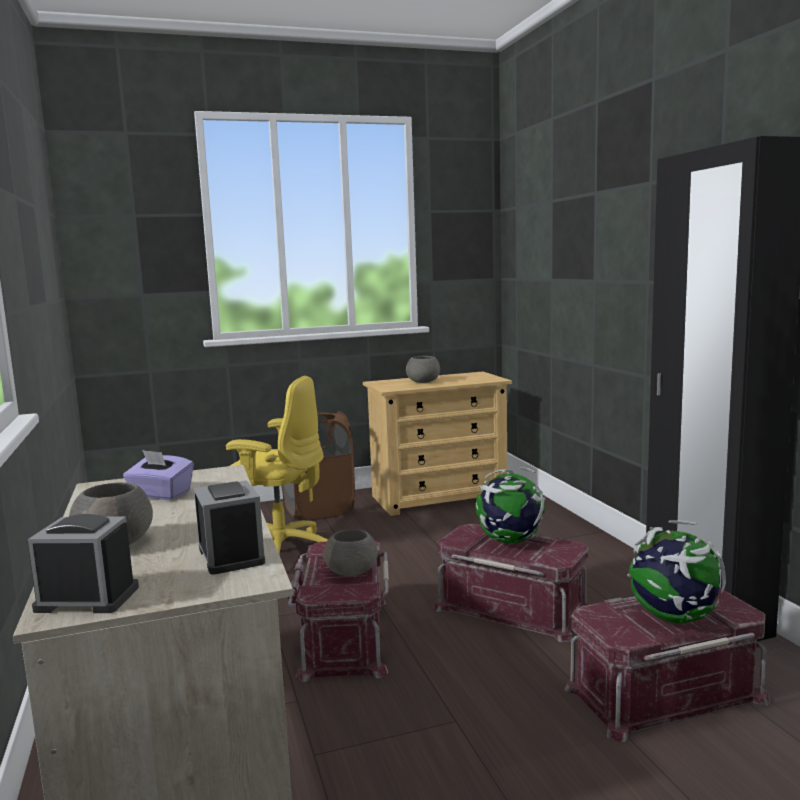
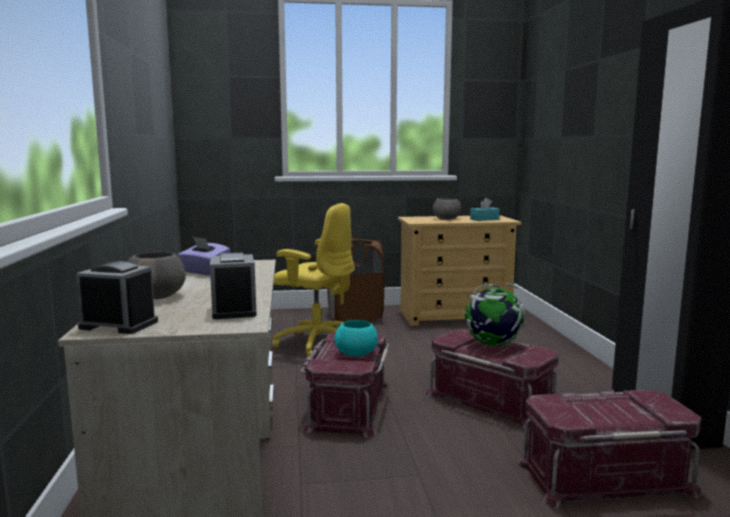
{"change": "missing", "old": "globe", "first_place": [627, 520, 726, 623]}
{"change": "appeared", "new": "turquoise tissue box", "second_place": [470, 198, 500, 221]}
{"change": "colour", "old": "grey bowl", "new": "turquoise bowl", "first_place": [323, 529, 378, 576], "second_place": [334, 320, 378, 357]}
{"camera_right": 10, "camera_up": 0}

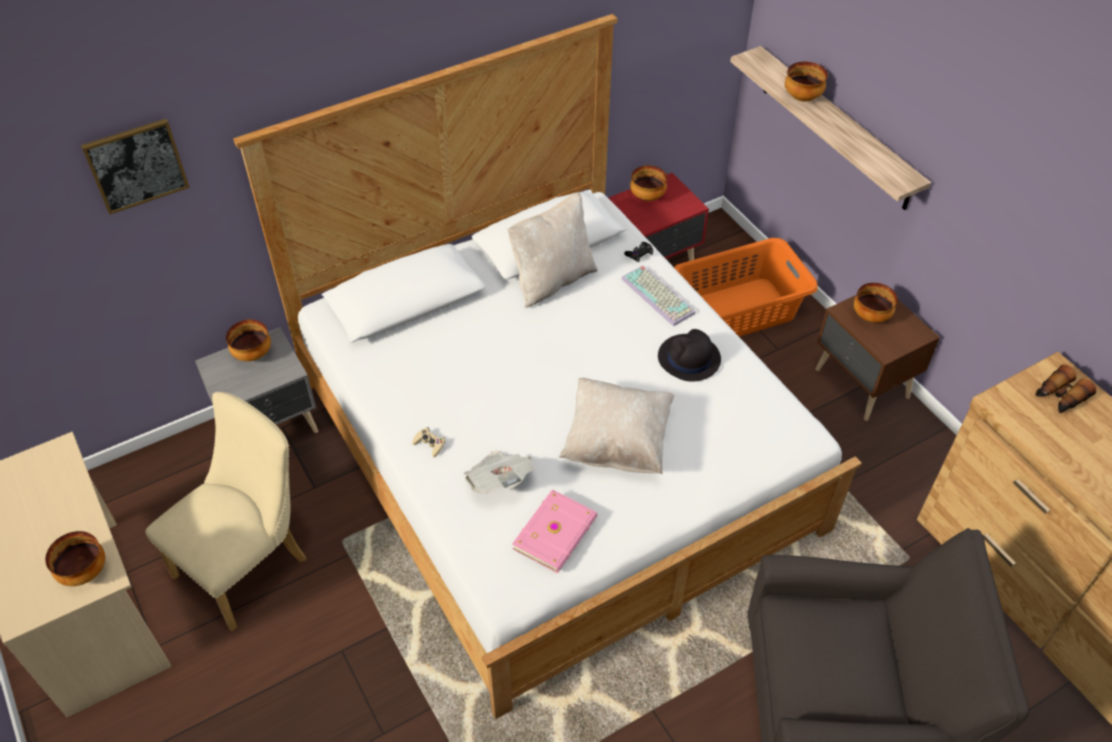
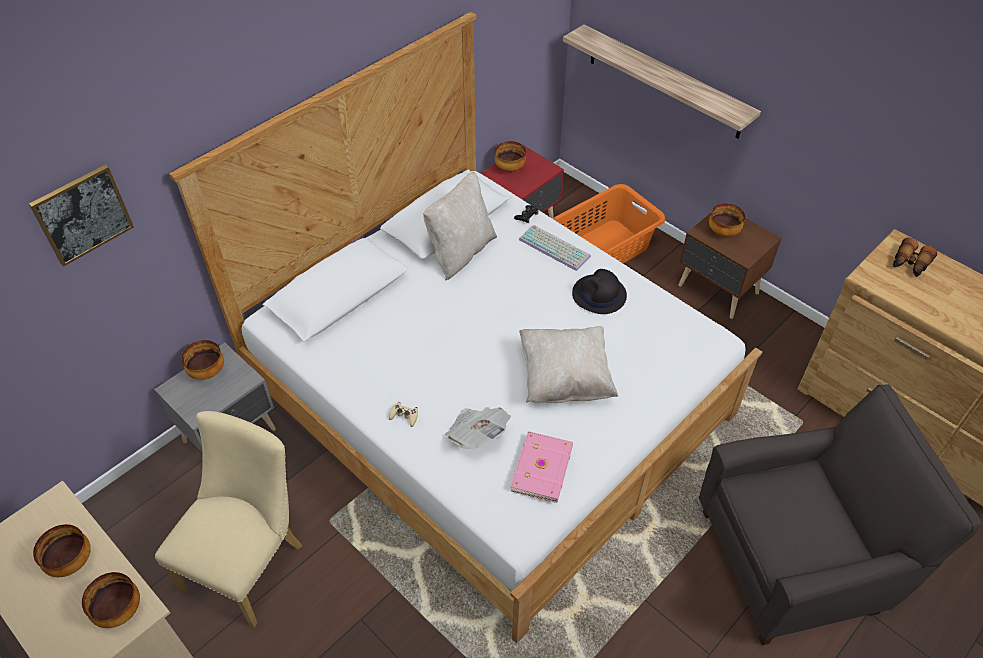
{"change": "relocated", "old": "bowl", "first_place": [785, 61, 828, 101], "second_place": [33, 524, 91, 577]}
{"camera_right": -15, "camera_up": 0}

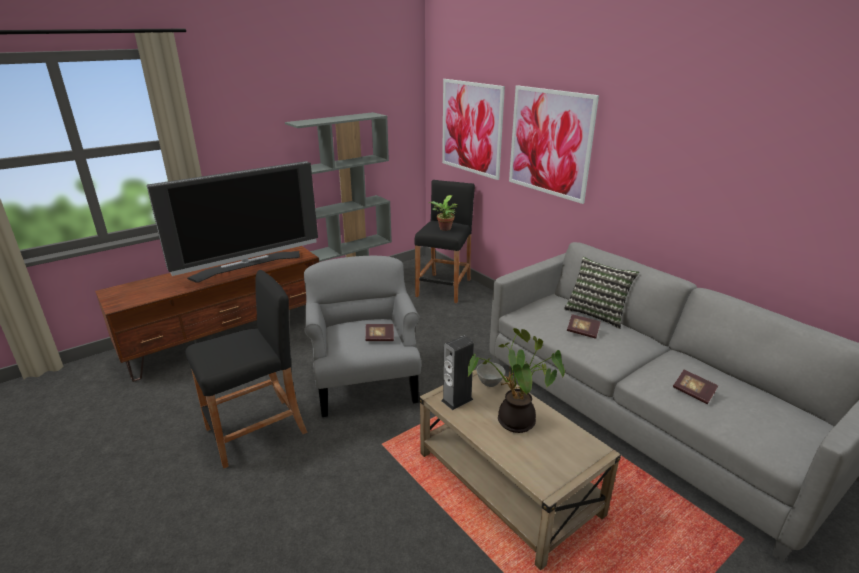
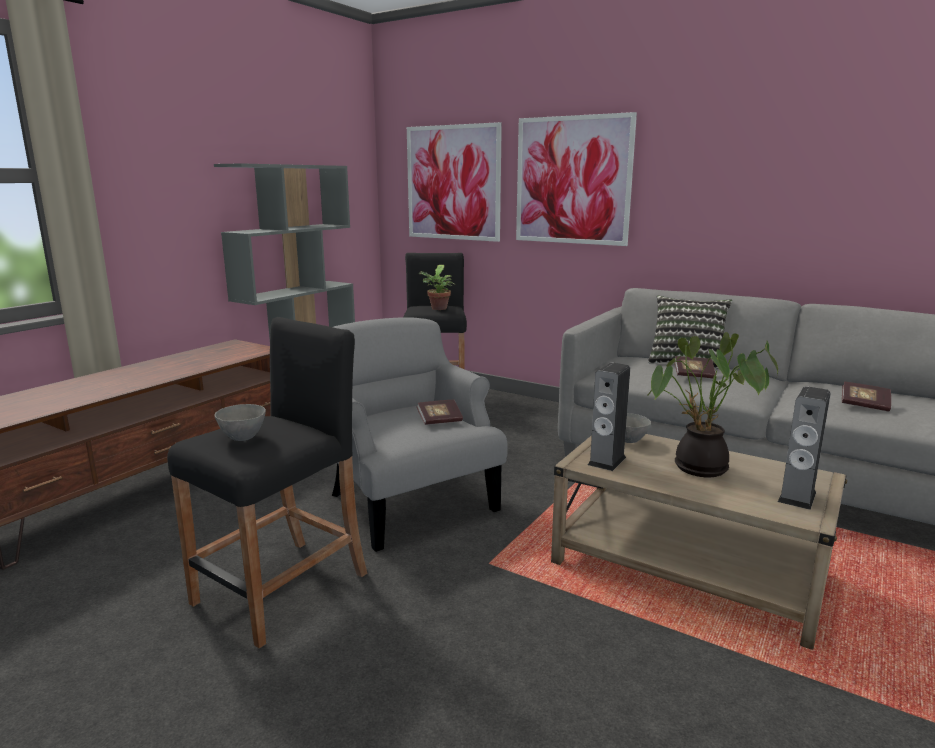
{"change": "missing", "old": "television", "first_place": [147, 161, 318, 283]}
{"change": "appeared", "new": "grey bowl", "second_place": [215, 404, 266, 441]}
{"change": "appeared", "new": "speaker", "second_place": [778, 386, 831, 510]}
{"camera_right": -20, "camera_up": -10}

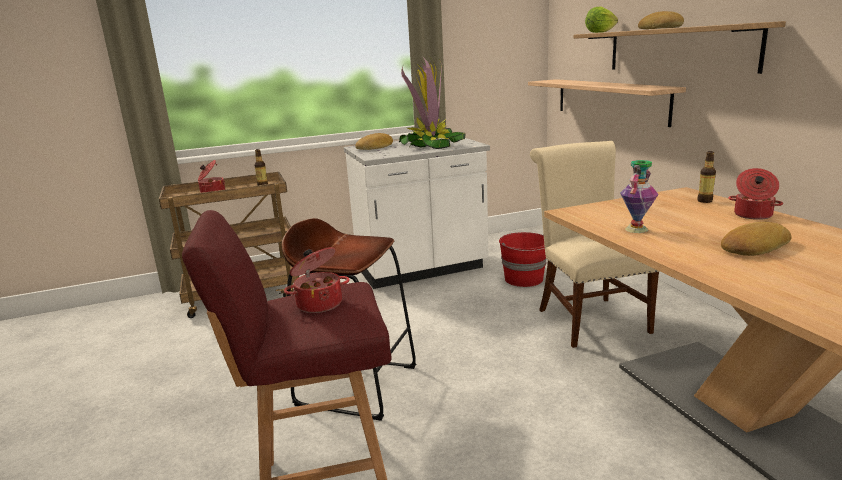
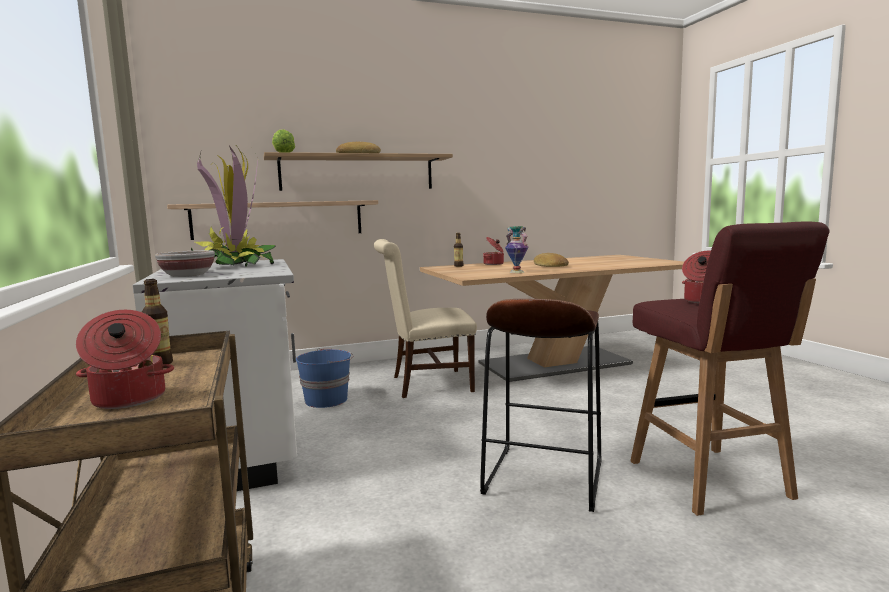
{"change": "exchanged", "old": "bread", "new": "bowl", "first_place": [355, 133, 393, 150], "second_place": [155, 250, 215, 277]}
{"change": "colour", "old": "red bucket", "new": "blue bucket", "first_place": [499, 232, 547, 287], "second_place": [296, 349, 353, 408]}
{"camera_right": -90, "camera_up": -10}

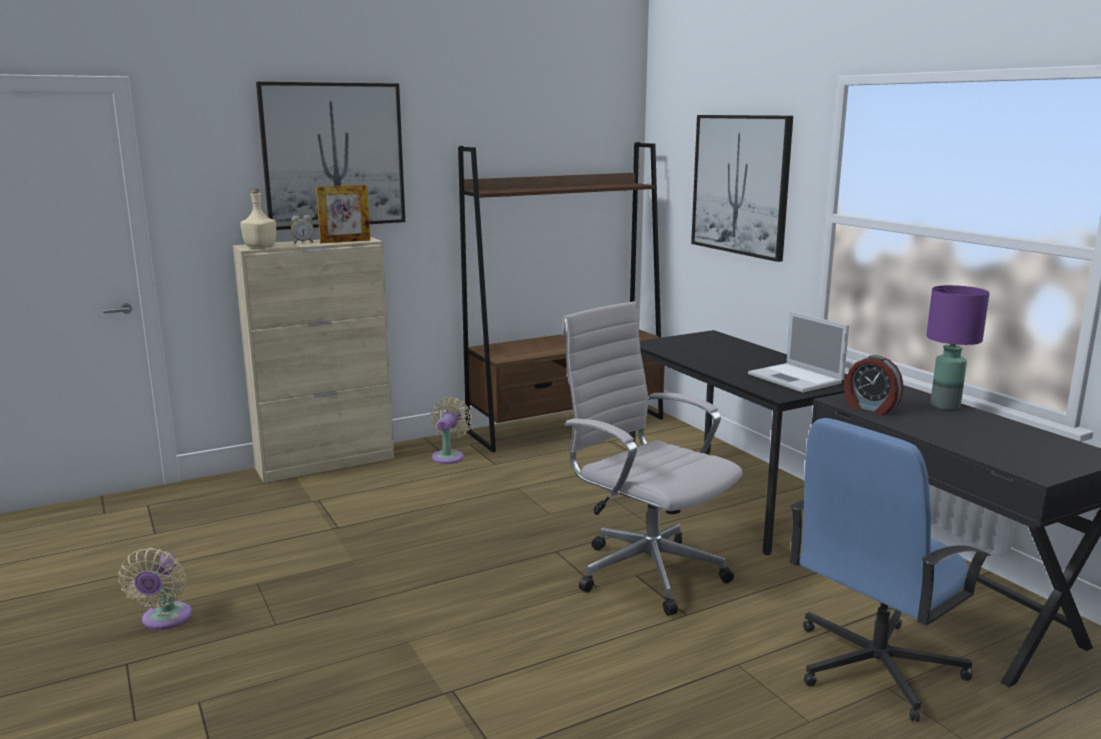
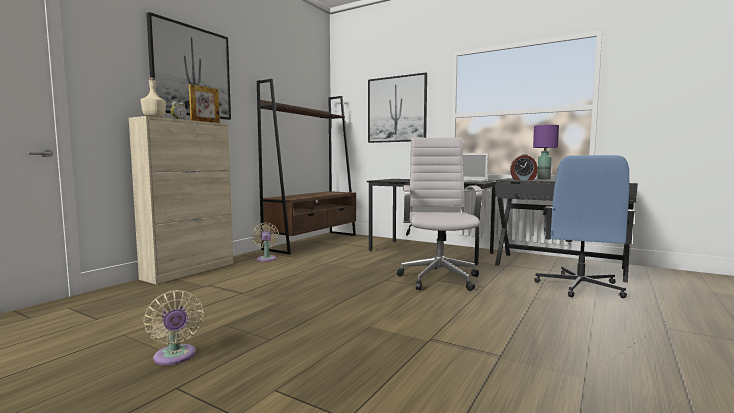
{"change": "spun", "old": "white office chair", "first_place": [562, 301, 743, 616], "second_place": [397, 137, 482, 291], "degrees": 75}
{"camera_right": -30, "camera_up": -10}

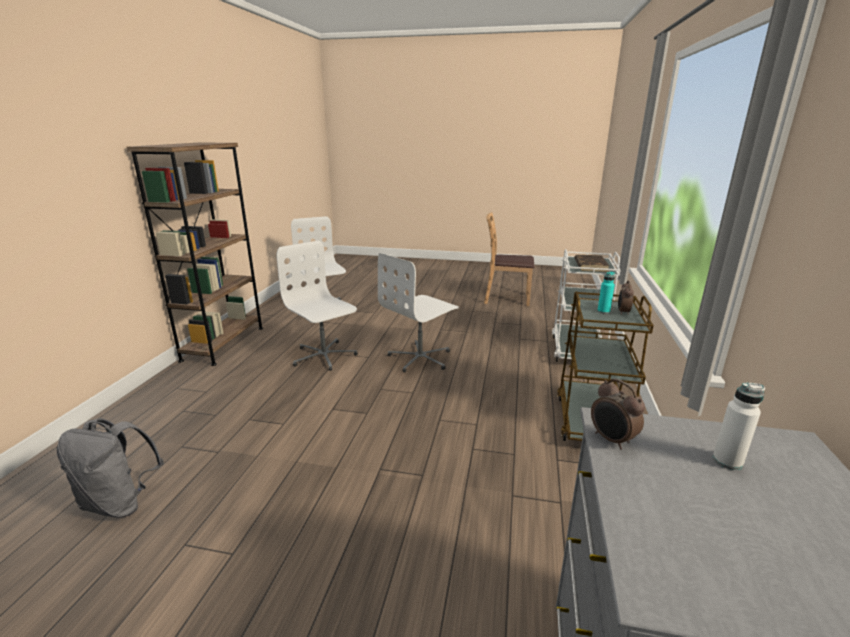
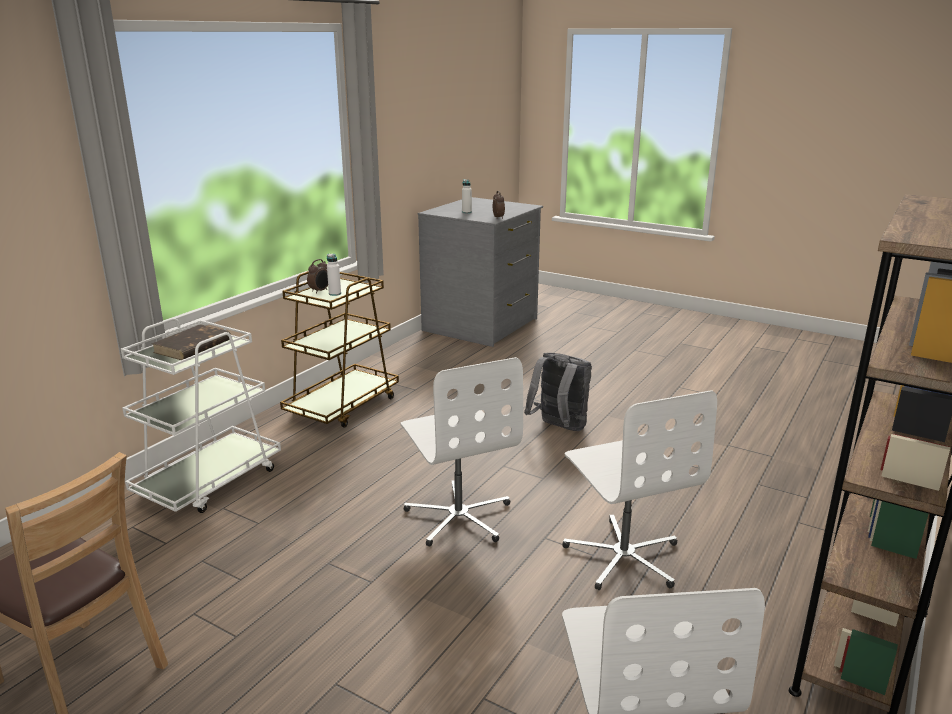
{"change": "relocated", "old": "grey backpack", "first_place": [57, 418, 164, 518], "second_place": [524, 353, 592, 431]}
{"change": "colour", "old": "turquoise bottle", "new": "white bottle", "first_place": [597, 272, 615, 314], "second_place": [327, 254, 341, 296]}
{"change": "spun", "old": "white office chair", "first_place": [378, 253, 459, 373], "second_place": [400, 357, 523, 547], "degrees": 90}
{"camera_right": -160, "camera_up": 0}

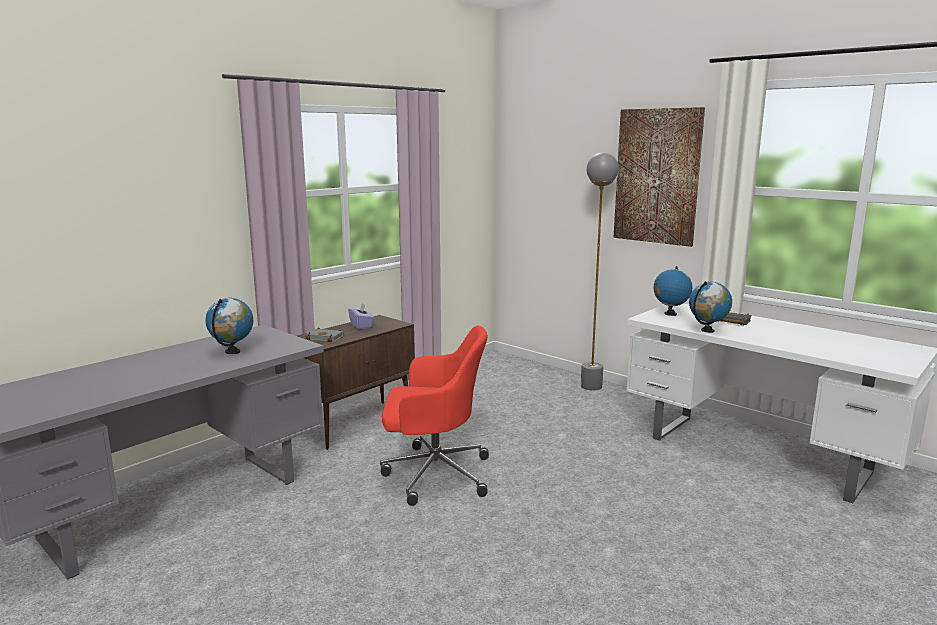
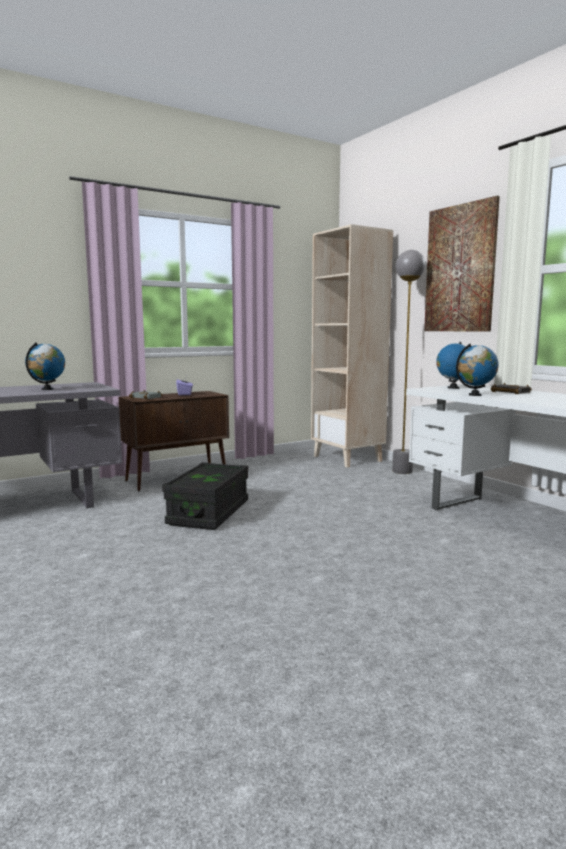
{"change": "appeared", "new": "beige bookcase", "second_place": [311, 224, 393, 468]}
{"change": "exchanged", "old": "red office chair", "new": "black storage box", "first_place": [380, 326, 489, 506], "second_place": [162, 462, 248, 530]}
{"camera_right": 15, "camera_up": -5}

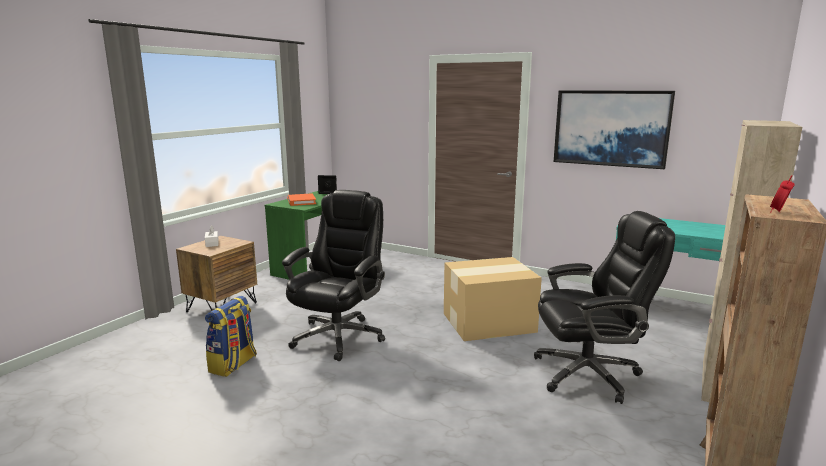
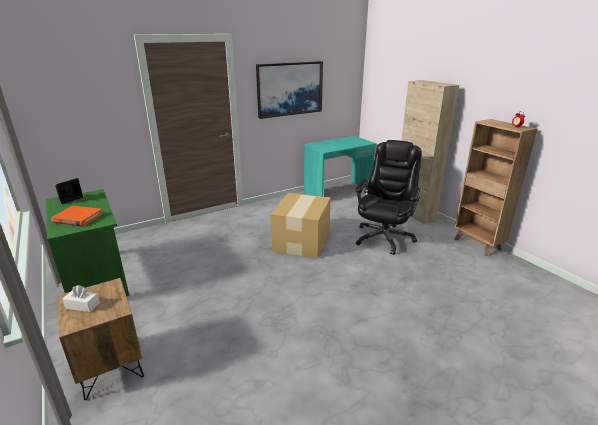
{"change": "missing", "old": "backpack", "first_place": [205, 296, 257, 377]}
{"change": "missing", "old": "black office chair", "first_place": [282, 190, 385, 361]}
{"camera_right": -60, "camera_up": 10}

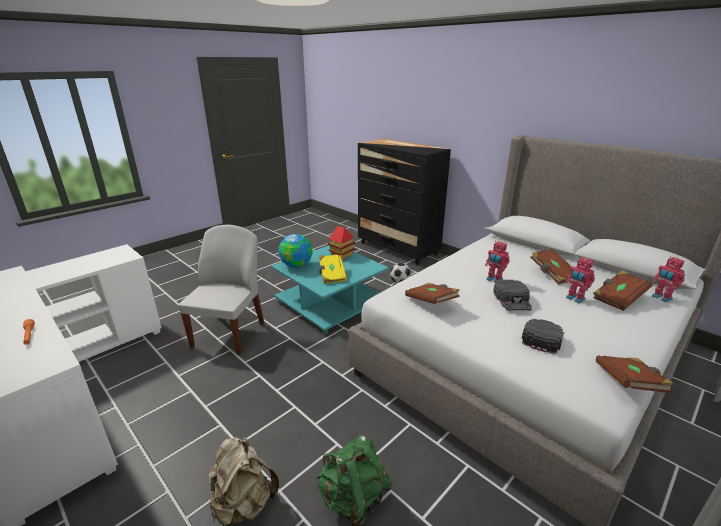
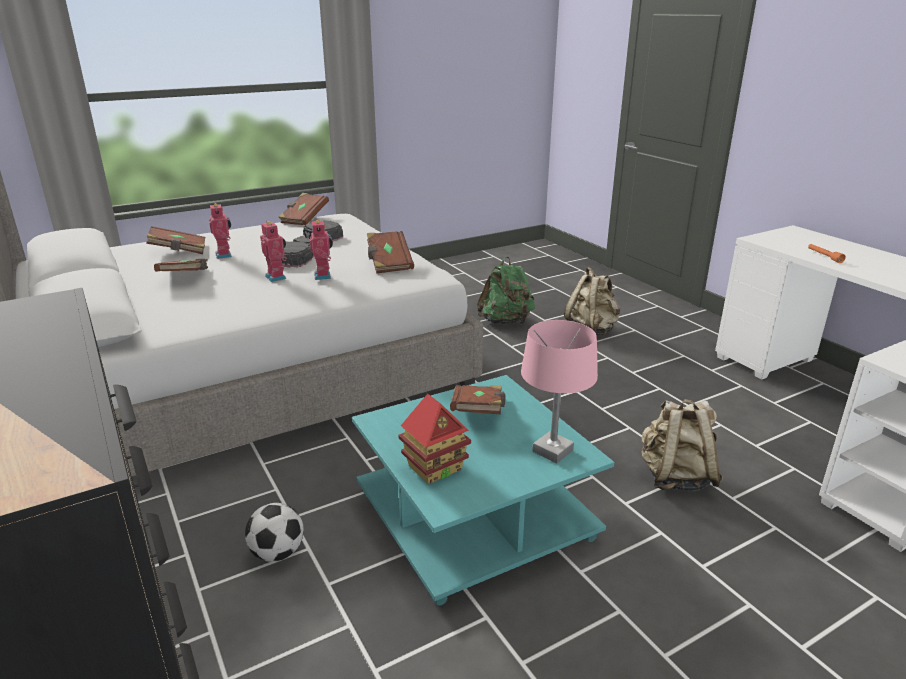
{"change": "relocated", "old": "toy robot", "first_place": [652, 256, 685, 303], "second_place": [310, 219, 333, 280]}
{"change": "exchanged", "old": "white chair", "new": "beige backpack", "first_place": [178, 225, 264, 355], "second_place": [641, 399, 723, 491]}
{"change": "exchanged", "old": "globe", "new": "pink table lamp", "first_place": [278, 234, 312, 268], "second_place": [521, 320, 598, 463]}
{"change": "colour", "old": "yellow book", "new": "brown book", "first_place": [319, 254, 347, 284], "second_place": [450, 385, 505, 414]}
{"camera_right": -165, "camera_up": 0}

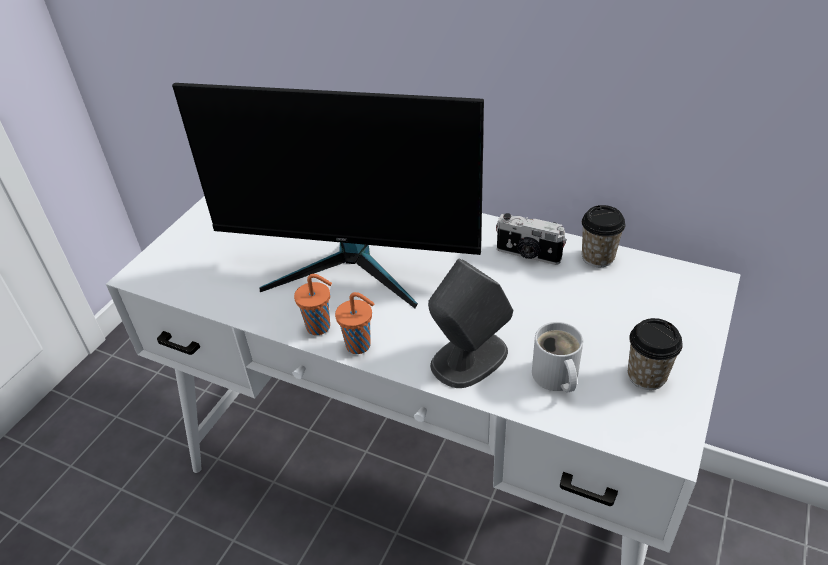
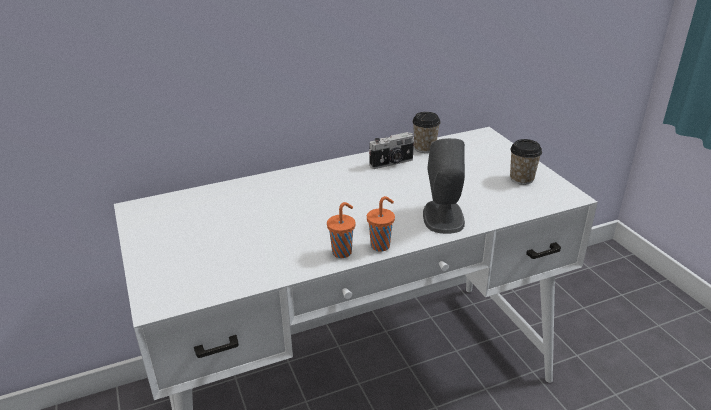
{"change": "missing", "old": "monitor", "first_place": [172, 83, 484, 308]}
{"change": "missing", "old": "white mug", "first_place": [532, 322, 583, 393]}
{"camera_right": -50, "camera_up": -10}

